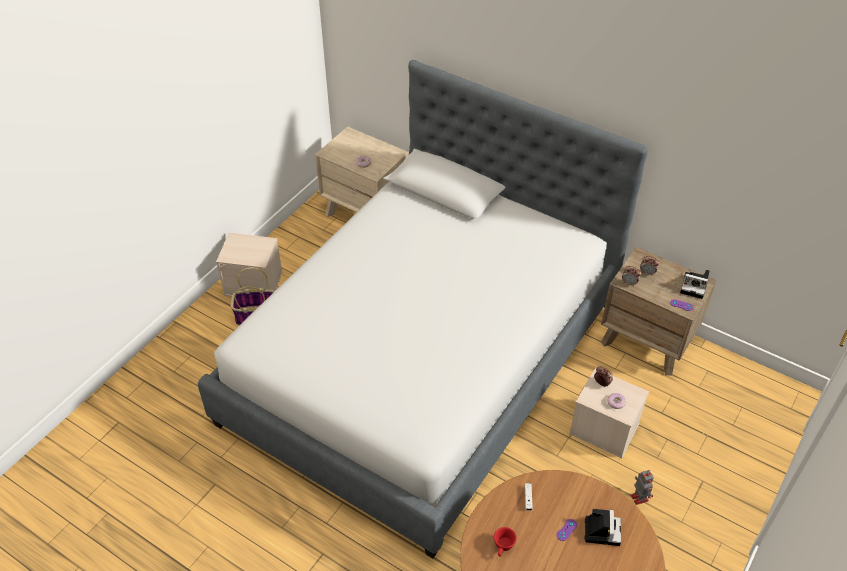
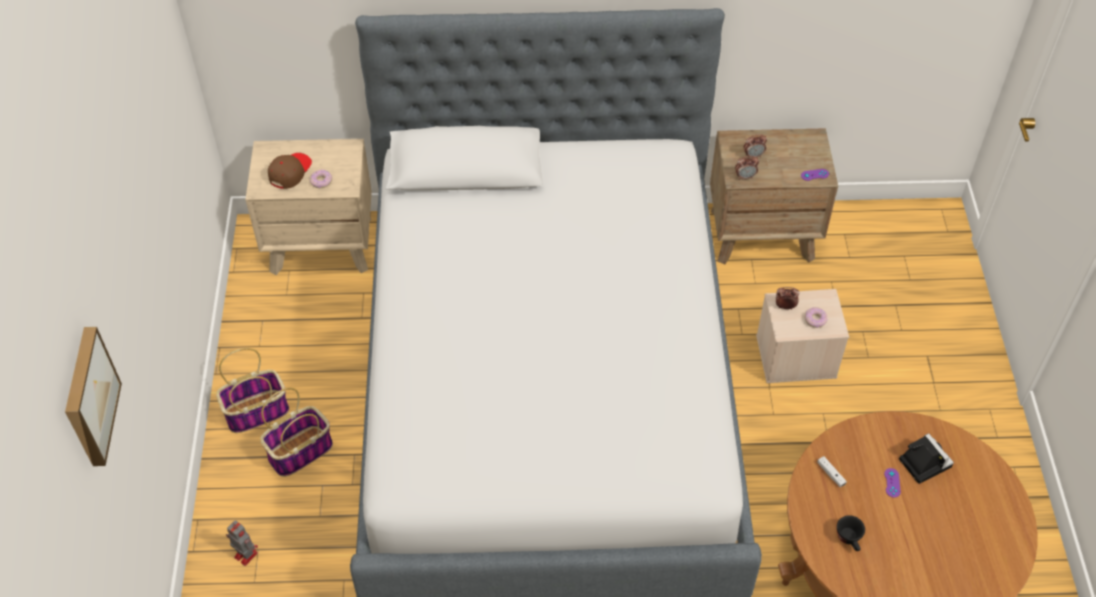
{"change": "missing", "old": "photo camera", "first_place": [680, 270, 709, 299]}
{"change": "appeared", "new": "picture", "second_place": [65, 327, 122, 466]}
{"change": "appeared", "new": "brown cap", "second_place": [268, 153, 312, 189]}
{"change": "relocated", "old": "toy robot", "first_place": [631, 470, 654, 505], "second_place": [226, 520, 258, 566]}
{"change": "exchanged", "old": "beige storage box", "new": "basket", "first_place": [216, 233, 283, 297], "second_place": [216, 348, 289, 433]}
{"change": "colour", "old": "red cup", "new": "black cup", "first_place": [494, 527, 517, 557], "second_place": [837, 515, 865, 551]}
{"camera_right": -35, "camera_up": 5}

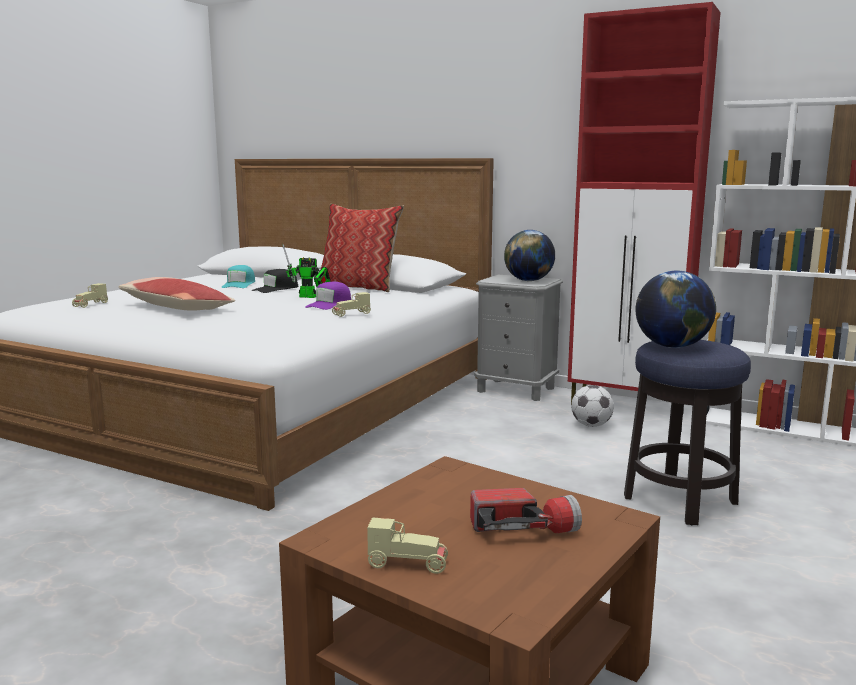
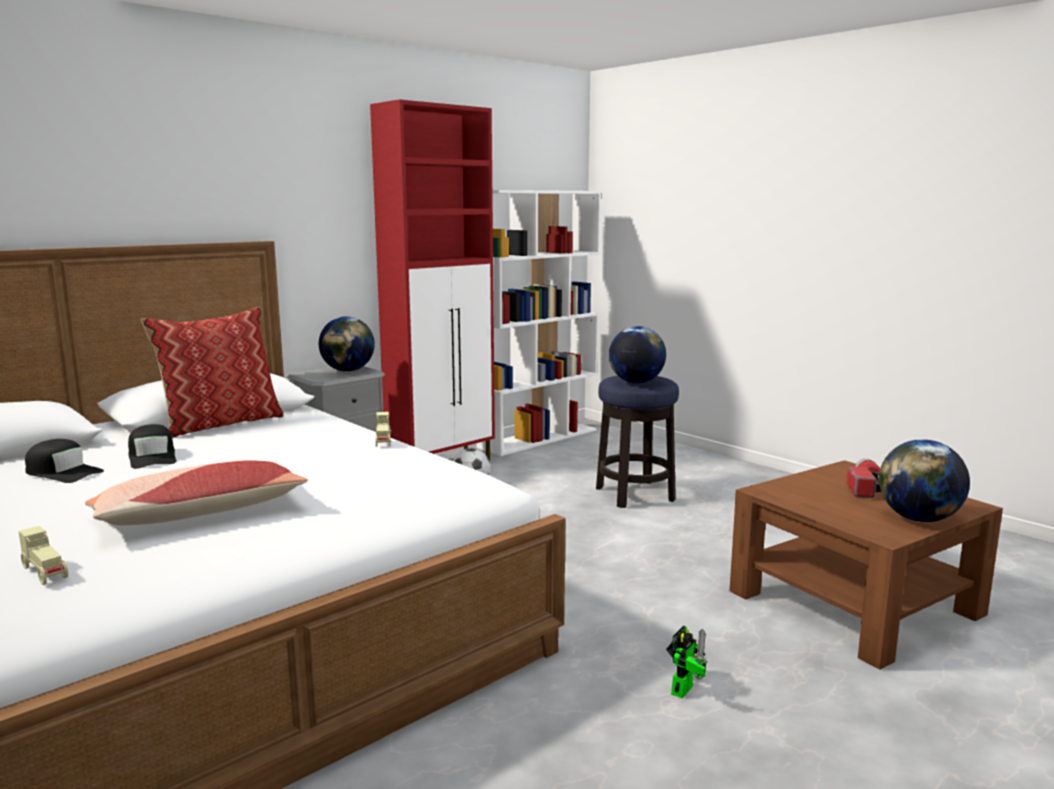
{"change": "missing", "old": "purple cap", "first_place": [305, 282, 351, 310]}
{"change": "relocated", "old": "toy robot", "first_place": [283, 244, 330, 298], "second_place": [666, 626, 708, 698]}
{"change": "exchanged", "old": "beige toy car", "new": "globe", "first_place": [367, 517, 448, 574], "second_place": [879, 439, 970, 522]}
{"change": "colour", "old": "turquoise cap", "new": "black cap", "first_place": [221, 265, 255, 288], "second_place": [25, 439, 104, 483]}
{"camera_right": -70, "camera_up": 0}

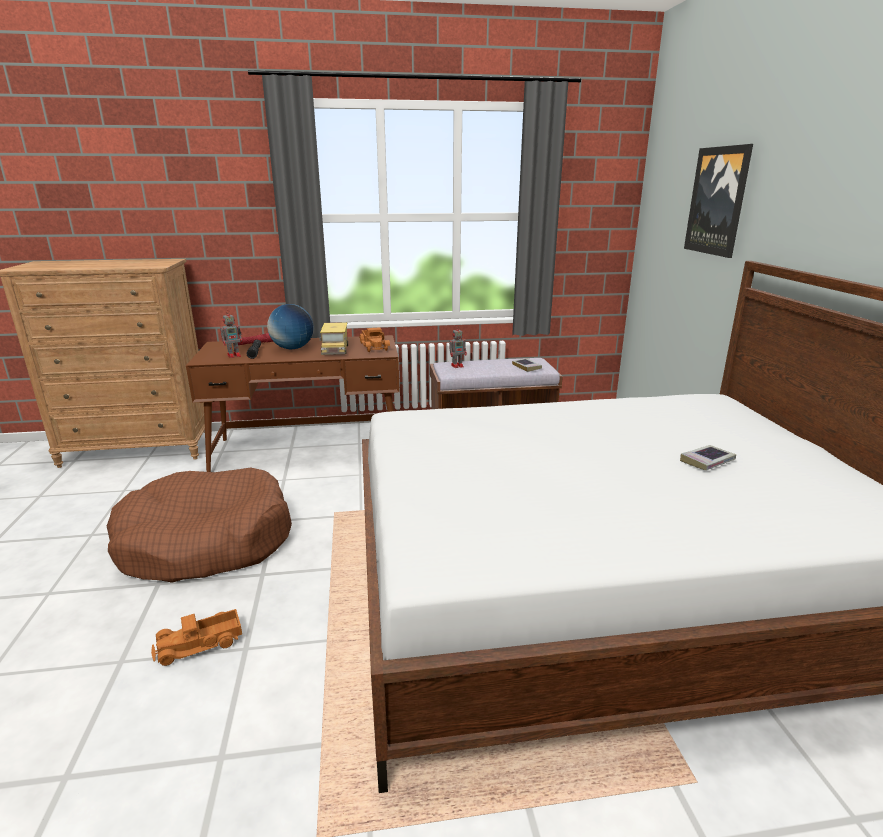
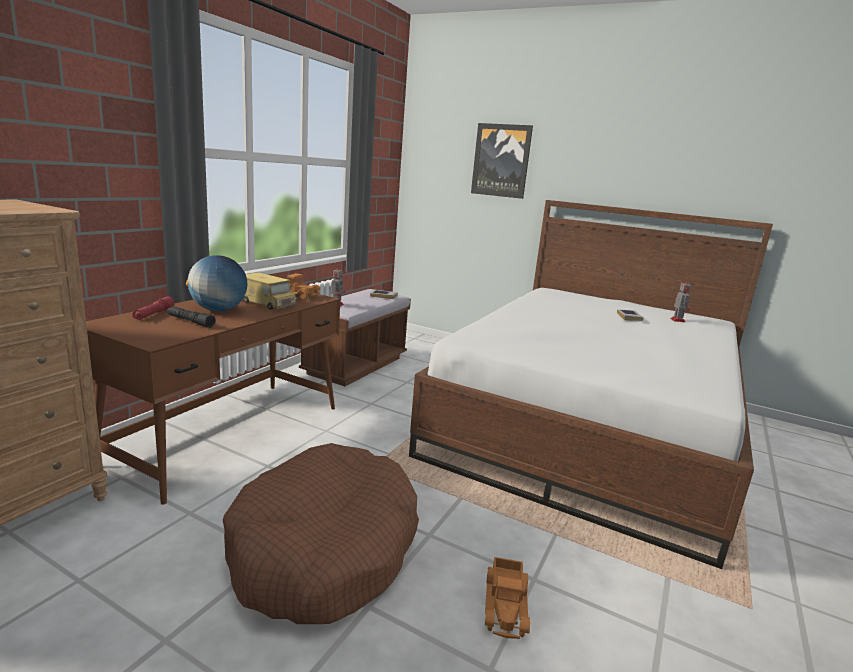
{"change": "relocated", "old": "toy robot", "first_place": [220, 312, 243, 358], "second_place": [670, 280, 691, 322]}
{"camera_right": -55, "camera_up": -5}

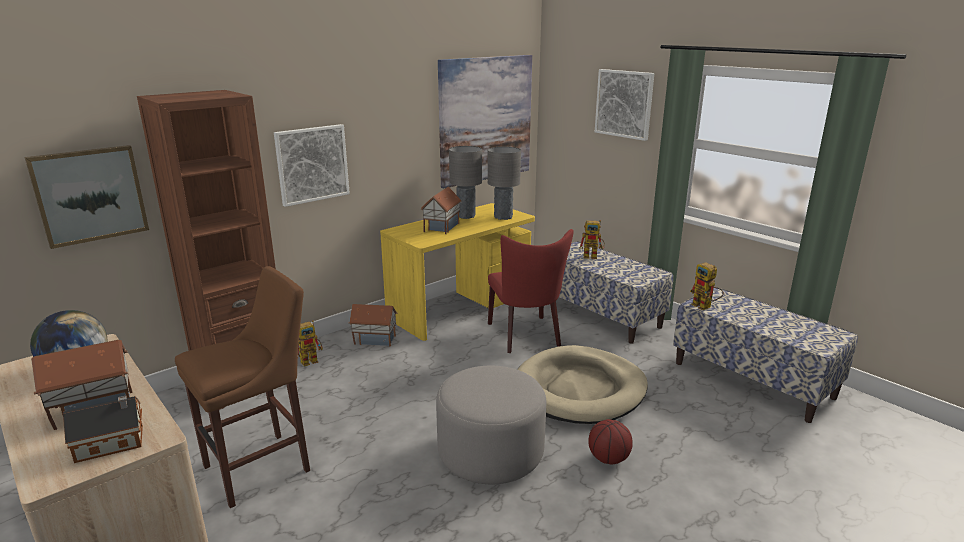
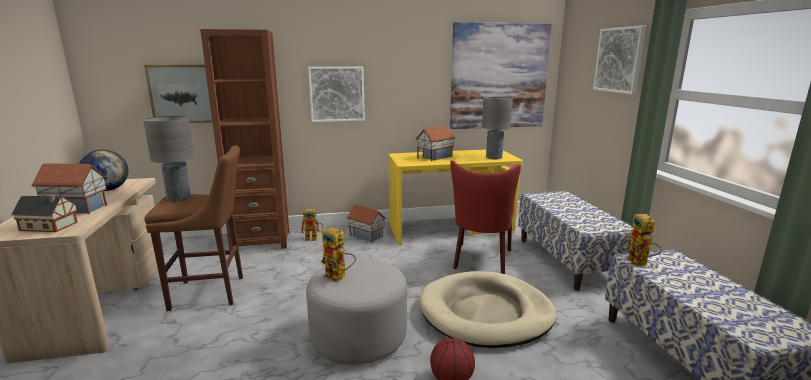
{"change": "relocated", "old": "grey table lamp", "first_place": [449, 146, 482, 219], "second_place": [143, 116, 194, 202]}
{"change": "relocated", "old": "toy robot", "first_place": [579, 220, 605, 259], "second_place": [321, 227, 356, 282]}
{"camera_right": 30, "camera_up": -5}

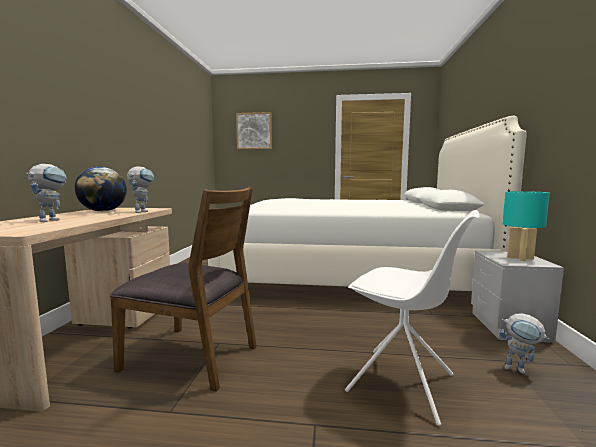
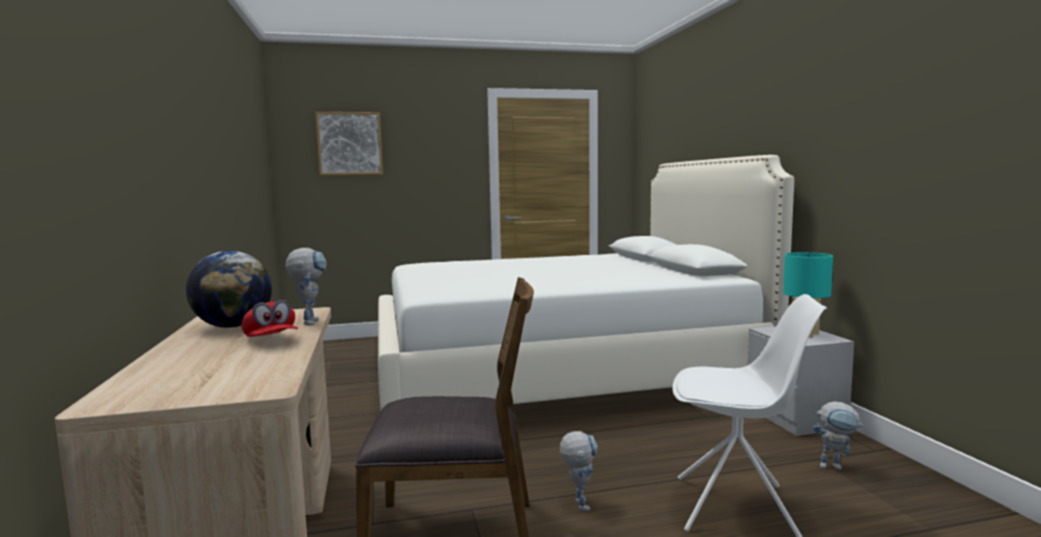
{"change": "appeared", "new": "red cap", "second_place": [241, 300, 298, 337]}
{"change": "relocated", "old": "toy robot", "first_place": [26, 164, 67, 222], "second_place": [560, 431, 598, 511]}
{"camera_right": -20, "camera_up": 0}

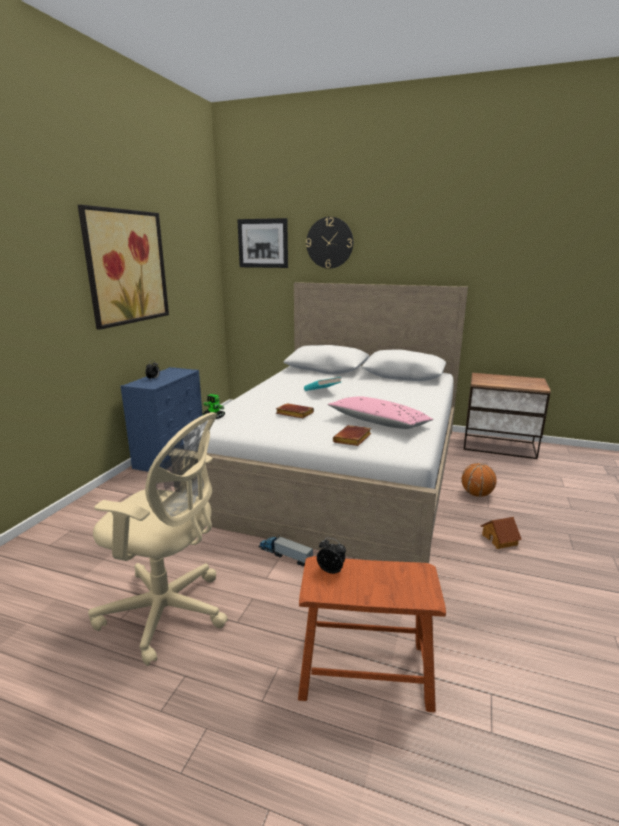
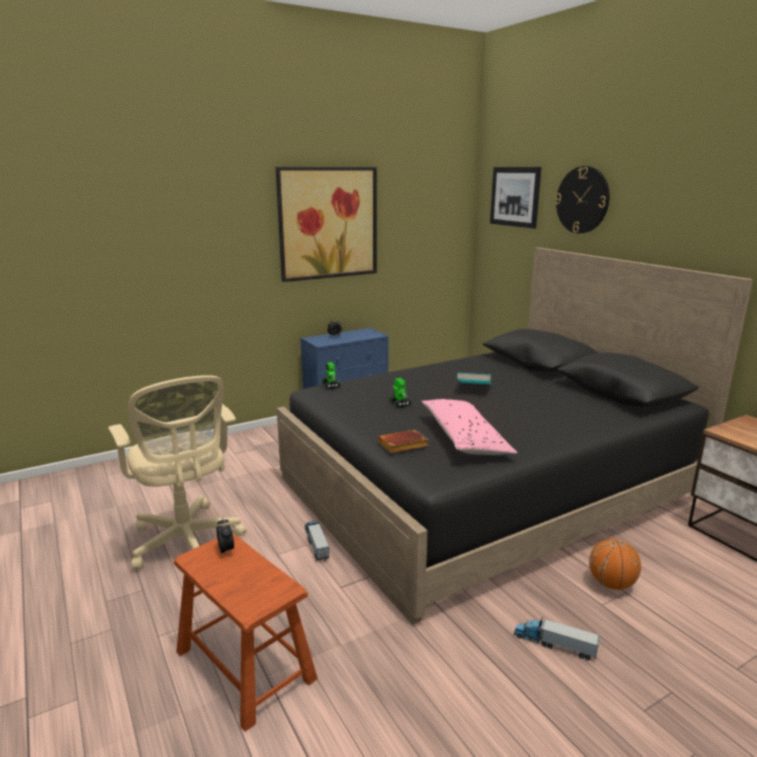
{"change": "exchanged", "old": "brown book", "new": "toy robot", "first_place": [276, 403, 314, 418], "second_place": [389, 378, 411, 407]}
{"change": "exchanged", "old": "toy house", "new": "toy truck", "first_place": [481, 517, 522, 549], "second_place": [514, 617, 600, 661]}
{"change": "colour", "old": "white bed", "new": "black bed", "first_place": [174, 282, 468, 563], "second_place": [277, 248, 753, 625]}
{"camera_right": 40, "camera_up": 0}

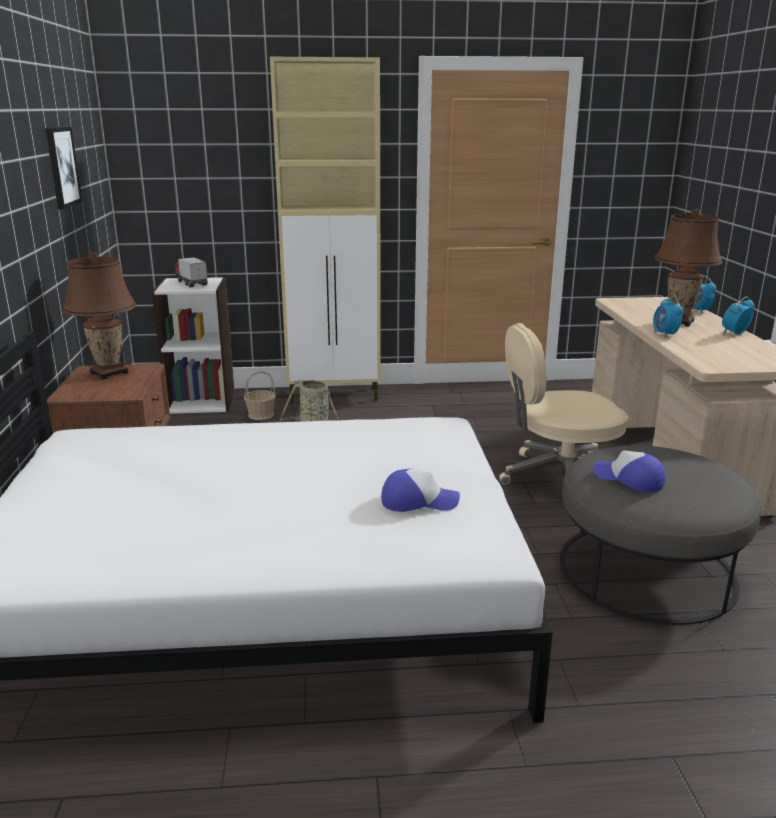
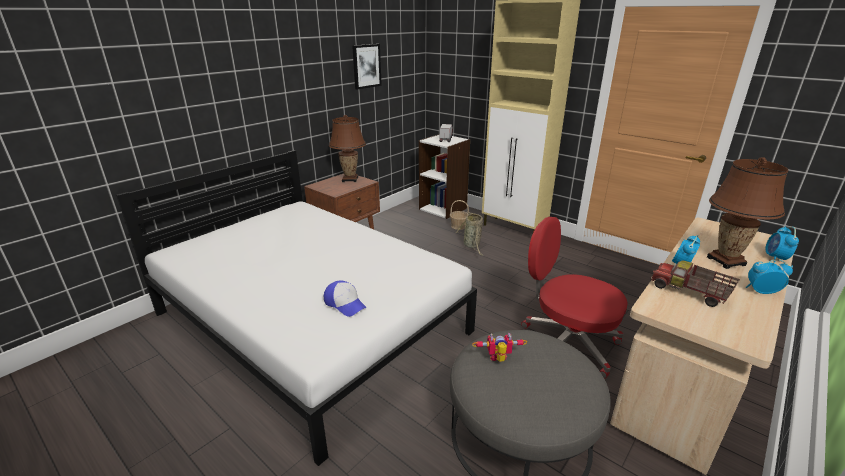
{"change": "appeared", "new": "toy truck", "second_place": [650, 260, 740, 307]}
{"change": "exchanged", "old": "cap", "new": "toy robot", "first_place": [593, 450, 665, 492], "second_place": [472, 333, 527, 362]}
{"change": "colour", "old": "beige office chair", "new": "red office chair", "first_place": [499, 323, 629, 485], "second_place": [521, 217, 628, 379]}
{"camera_right": 45, "camera_up": 5}

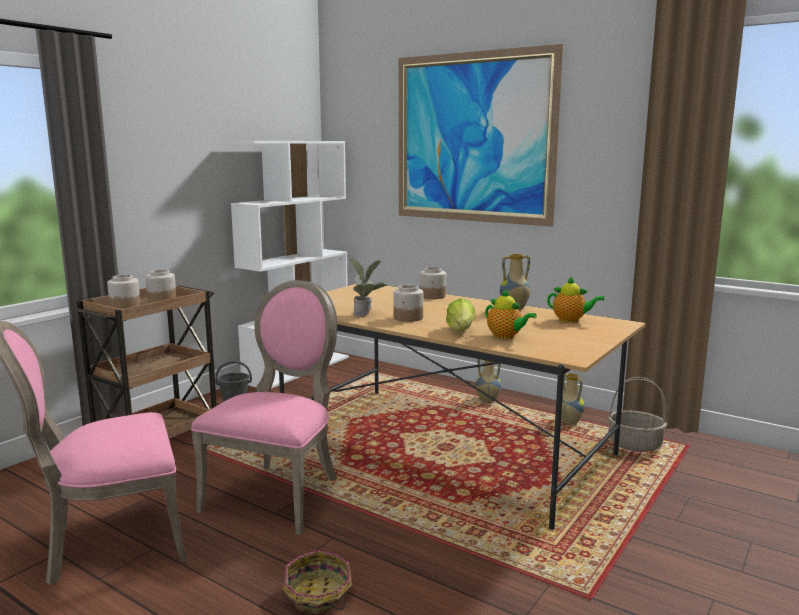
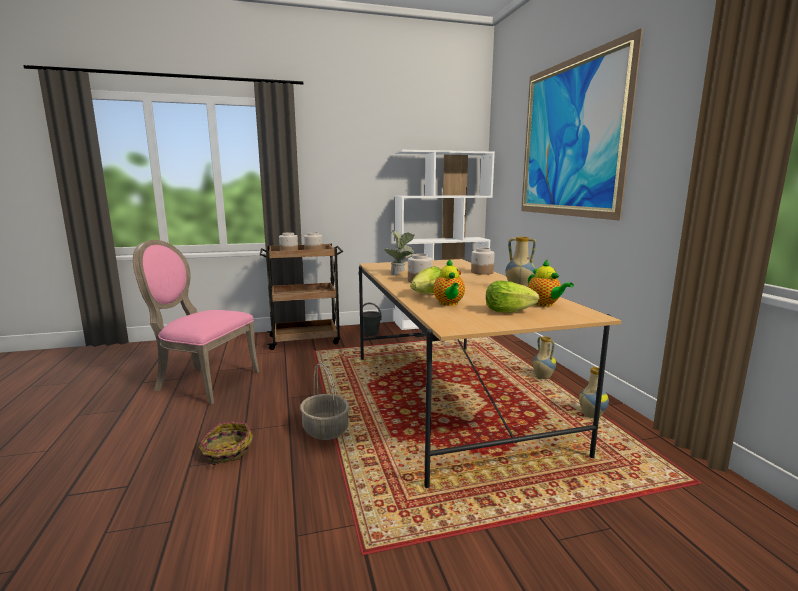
{"change": "missing", "old": "pink chair", "first_place": [191, 280, 338, 535]}
{"change": "appeared", "new": "lettuce", "second_place": [486, 280, 539, 313]}
{"change": "relocated", "old": "basket", "first_place": [608, 377, 667, 452], "second_place": [300, 362, 350, 440]}
{"camera_right": 40, "camera_up": 0}

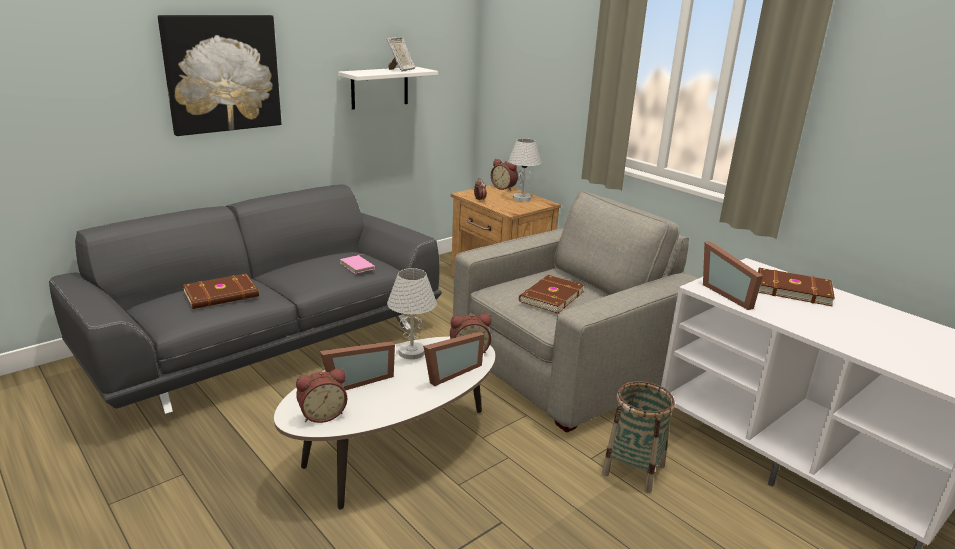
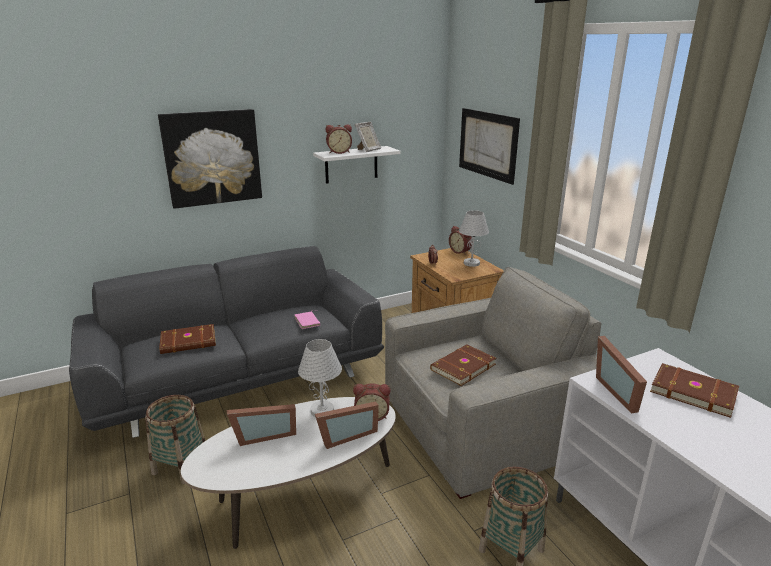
{"change": "appeared", "new": "basket", "second_place": [145, 395, 205, 484]}
{"change": "appeared", "new": "picture", "second_place": [459, 108, 520, 185]}
{"change": "relocated", "old": "alarm clock", "first_place": [296, 369, 347, 423], "second_place": [325, 124, 352, 154]}
{"camera_right": 15, "camera_up": 0}

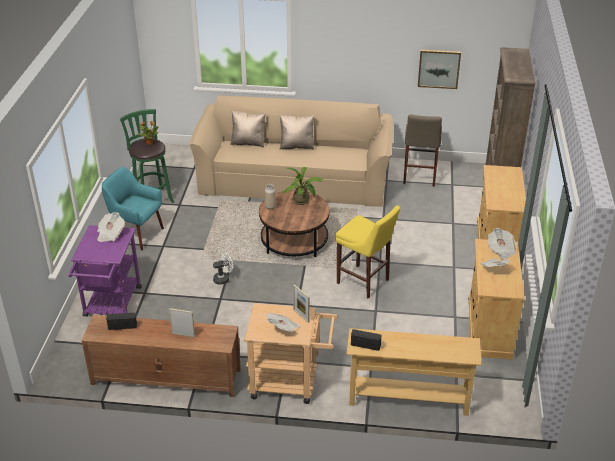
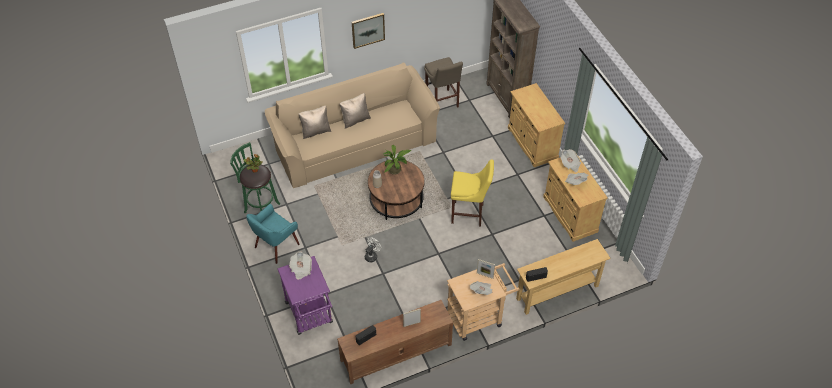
{"change": "relocated", "old": "picture", "first_place": [418, 50, 461, 89], "second_place": [352, 13, 385, 49]}
{"change": "spun", "old": "turquoise armchair", "first_place": [102, 167, 164, 250], "second_place": [246, 204, 300, 264], "degrees": -45}
{"camera_right": -30, "camera_up": 15}

